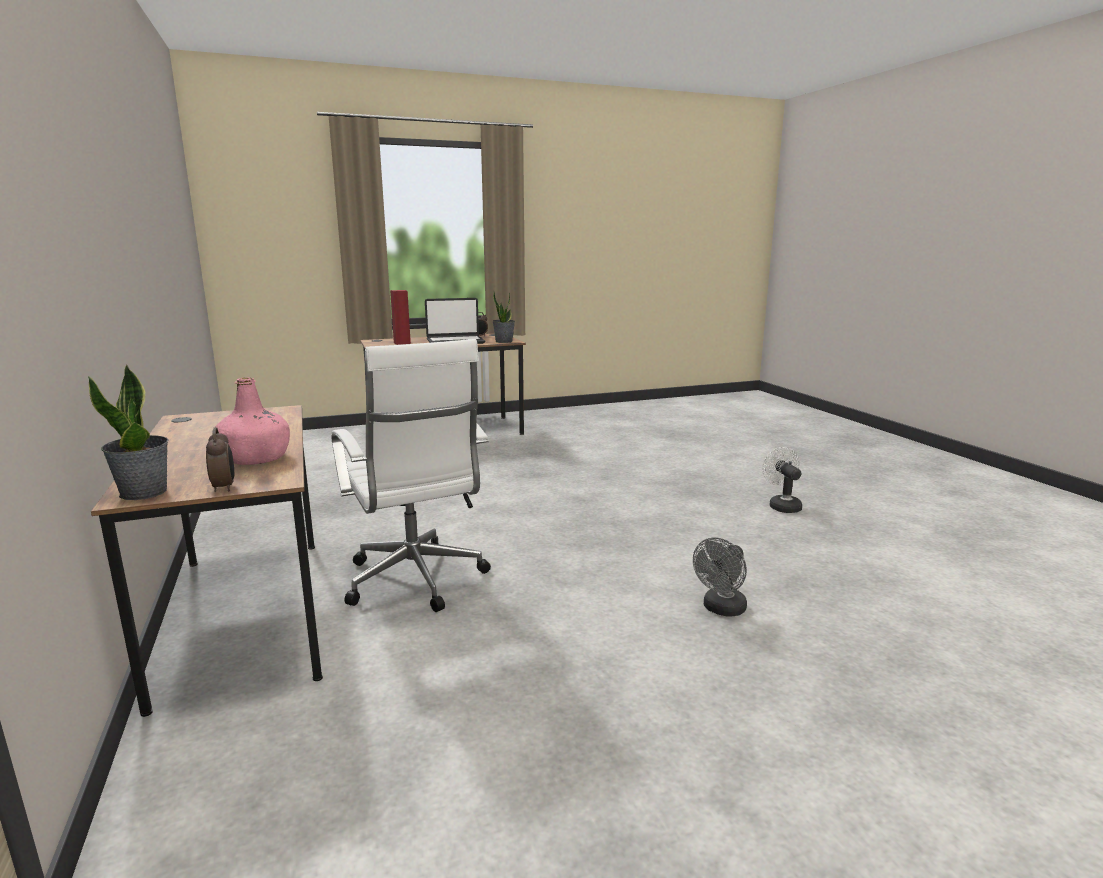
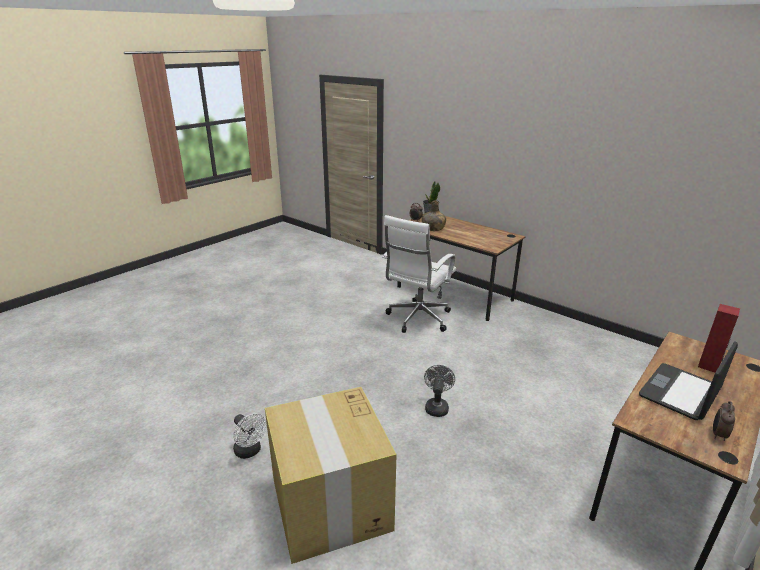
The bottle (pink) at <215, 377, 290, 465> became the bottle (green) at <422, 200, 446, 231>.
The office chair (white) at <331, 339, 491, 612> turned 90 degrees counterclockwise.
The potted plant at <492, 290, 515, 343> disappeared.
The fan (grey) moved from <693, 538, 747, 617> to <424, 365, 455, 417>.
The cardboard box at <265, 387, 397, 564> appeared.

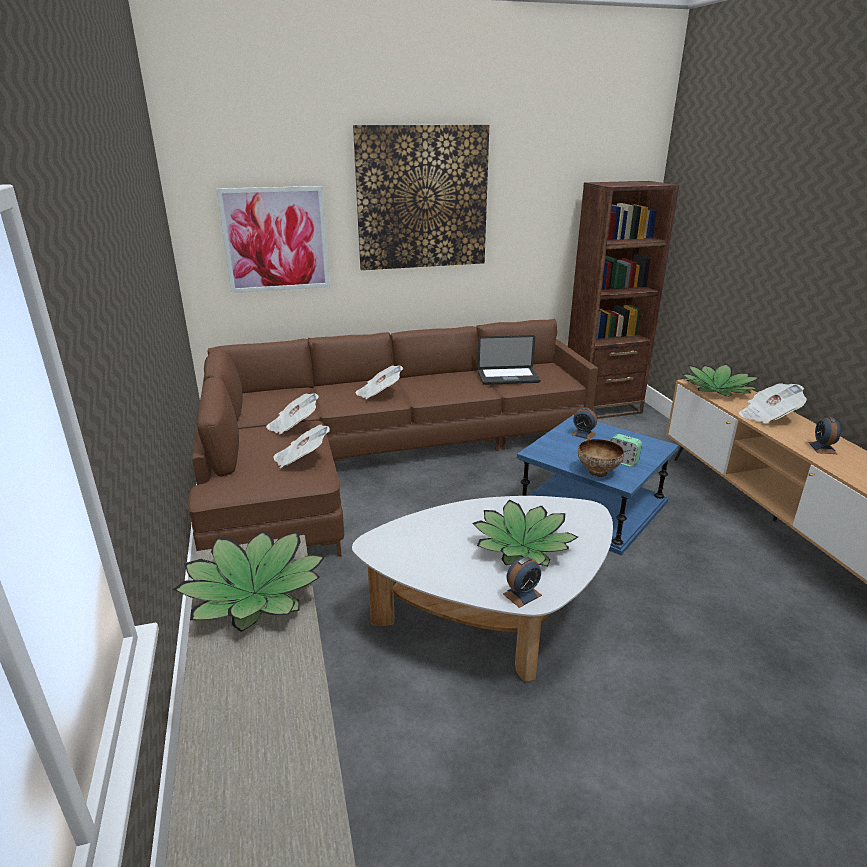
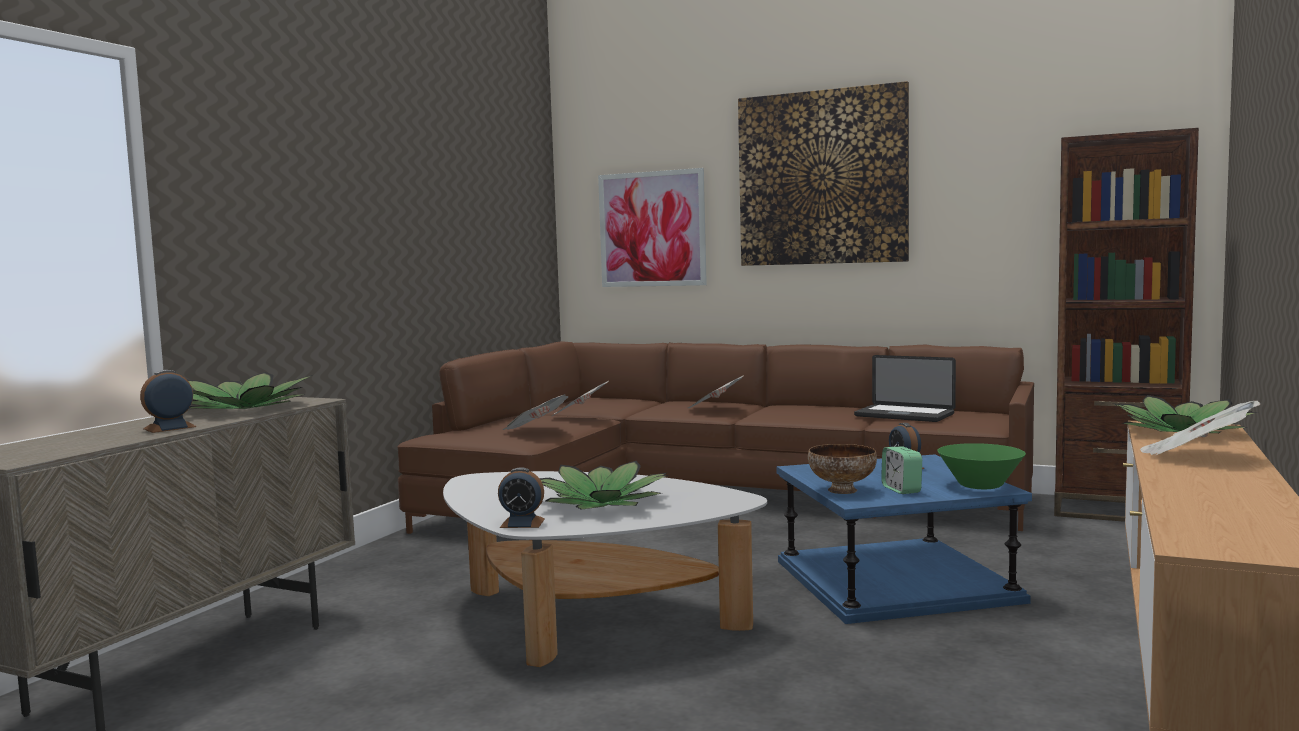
The alarm clock moved from <808, 417, 841, 454> to <140, 370, 197, 433>.
The bowl (green) at <937, 443, 1026, 489> appeared.

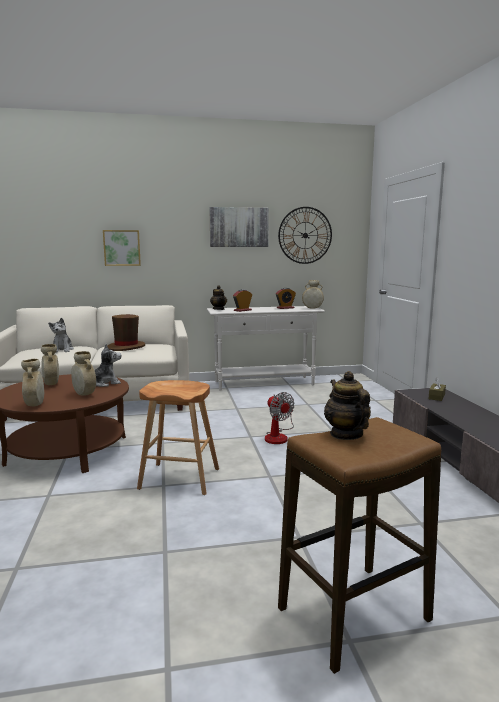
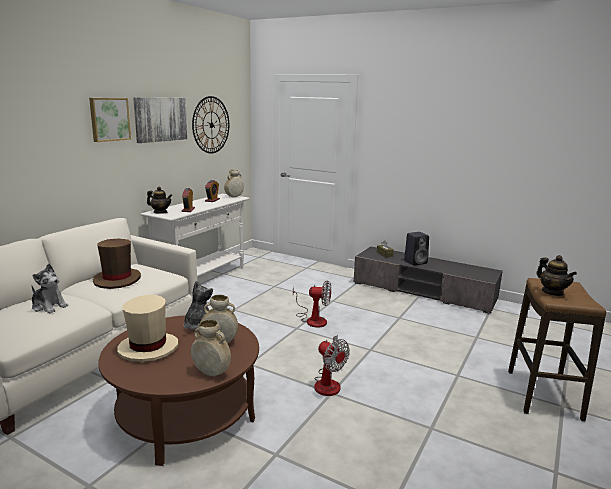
The vase (beige) at <41, 344, 59, 385> was replaced by the hat (beige) at <117, 295, 178, 362>.
The picture moved from <103, 230, 141, 266> to <89, 98, 131, 142>.
The stool (brown) at <137, 380, 219, 495> was replaced by the fan at <315, 335, 350, 396>.
The teapot at <324, 371, 371, 440> turned 135 degrees counterclockwise.
The speaker (black) at <404, 232, 429, 265> appeared.

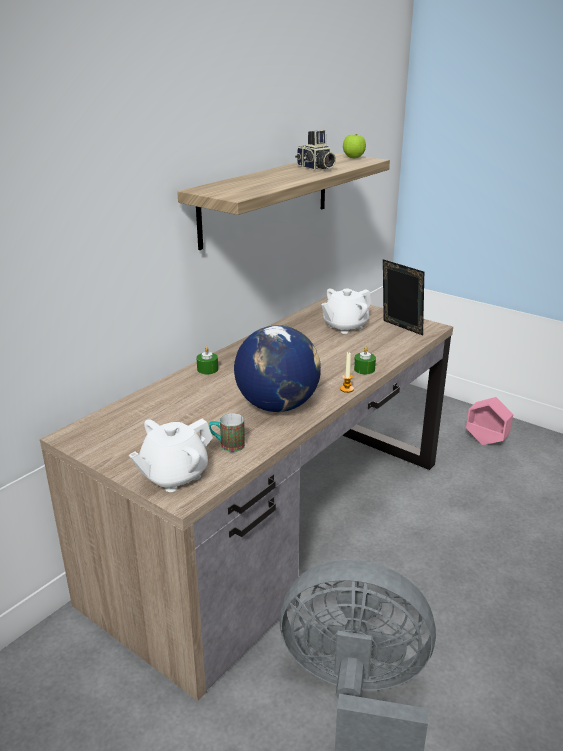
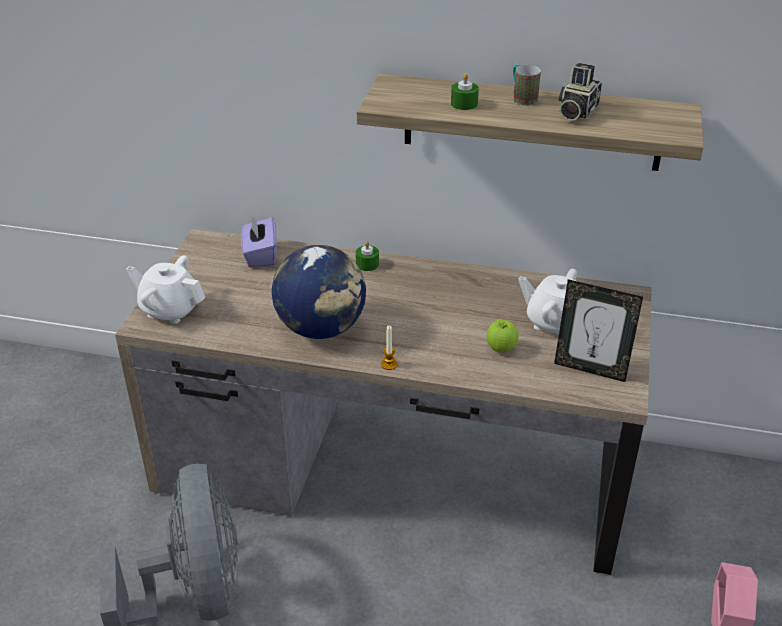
The mug moved from <209, 413, 245, 452> to <513, 65, 541, 106>.
The apple moved from <343, 134, 366, 158> to <487, 320, 518, 353>.
The candle (green) moved from <354, 347, 376, 374> to <451, 73, 479, 110>.
The picture frame at <383, 259, 424, 336> turned 90 degrees clockwise.
The tissue box (purple) at <241, 215, 277, 268> appeared.

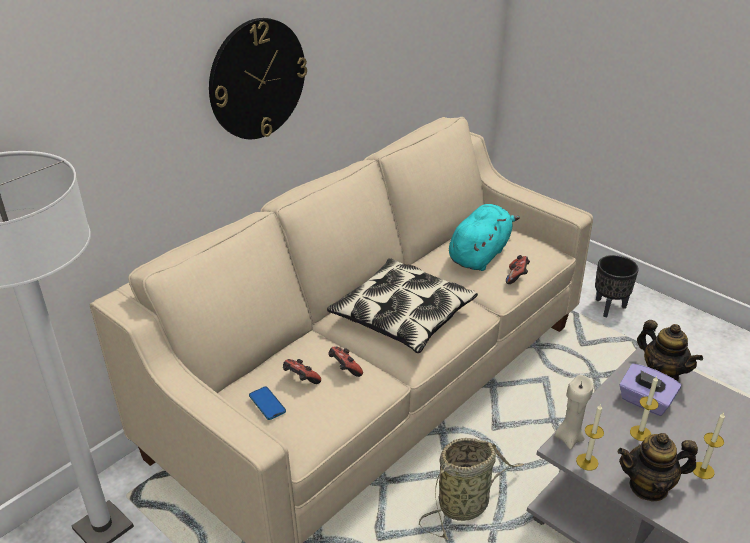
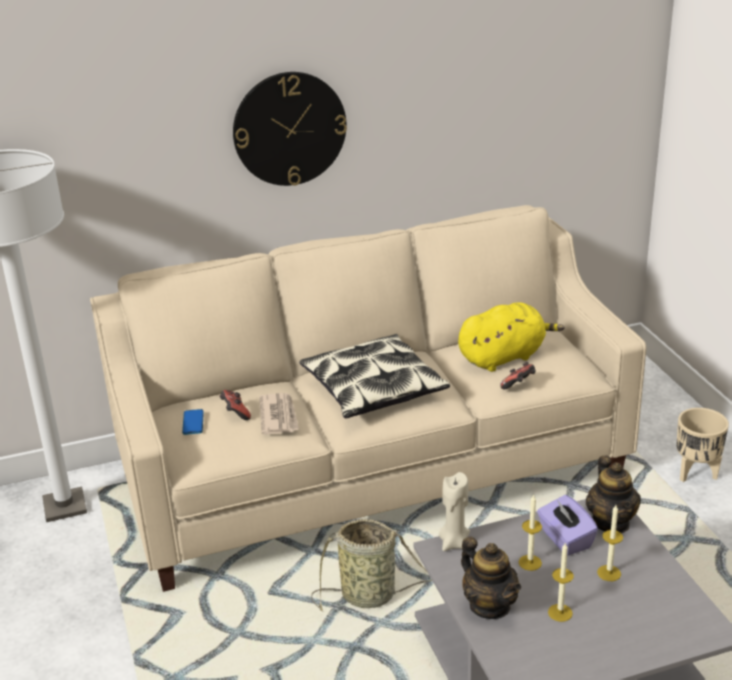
The game controller at <328, 346, 363, 377> was replaced by the newspaper at <259, 393, 299, 434>.
The plush toy (turquoise) at <449, 204, 520, 271> became the plush toy (yellow) at <458, 302, 564, 372>.
The candle moved from <576, 404, 604, 471> to <597, 505, 623, 581>.
The planter (black) at <595, 255, 639, 317> became the planter (beige) at <676, 408, 729, 482>.
The teapot at <618, 433, 698, 502> turned 150 degrees counterclockwise.

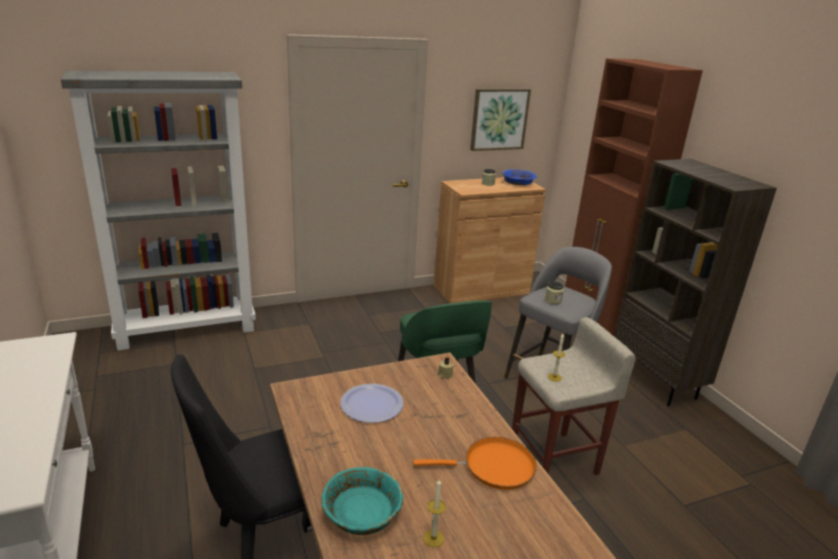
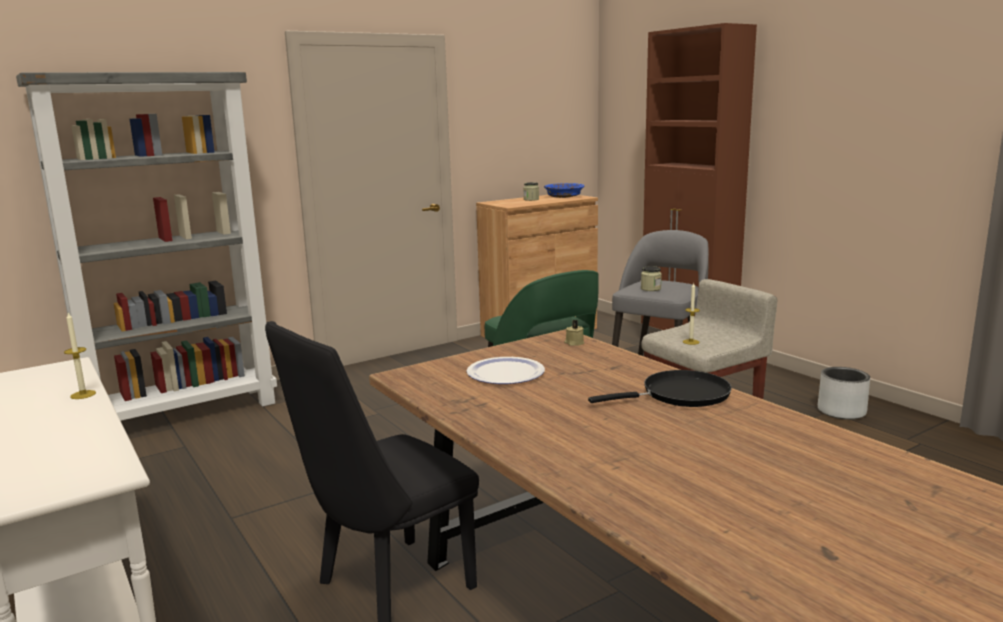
The bowl (turquoise) at <321, 467, 403, 535> disappeared.
The frying pan (orange) at <413, 437, 537, 490> became the frying pan (black) at <588, 370, 732, 407>.
The candle moved from <423, 478, 446, 547> to <64, 313, 96, 399>.
The picture at <470, 89, 531, 151> disappeared.
The bookcase (brown) at <614, 159, 777, 407> disappeared.
The planter (grey) at <818, 367, 870, 420> appeared.

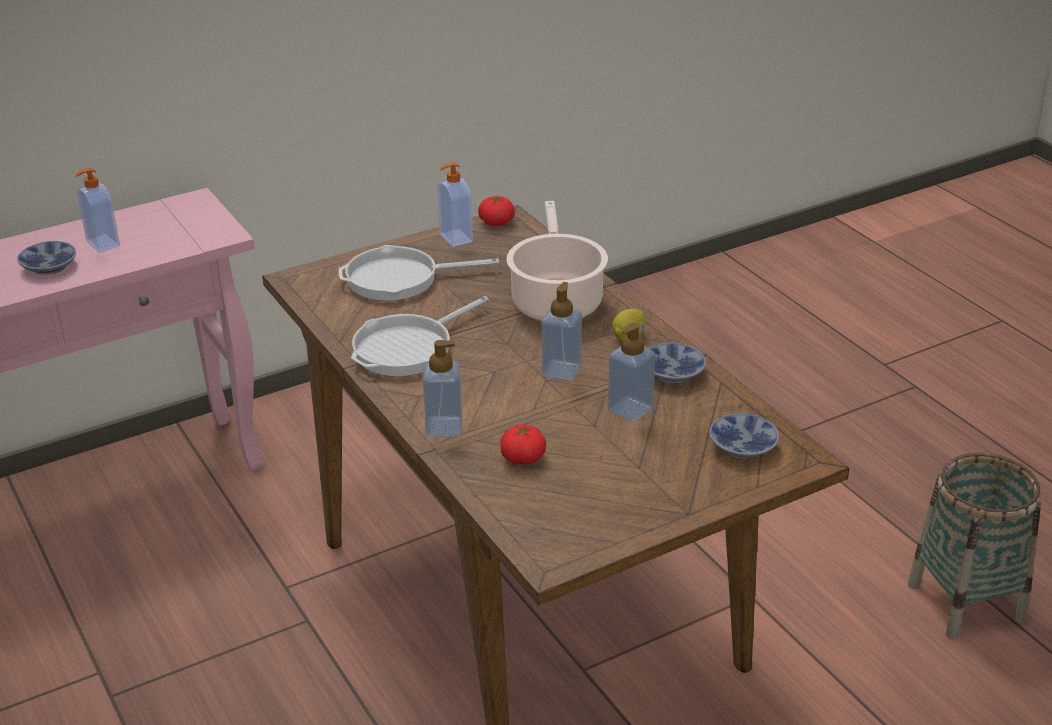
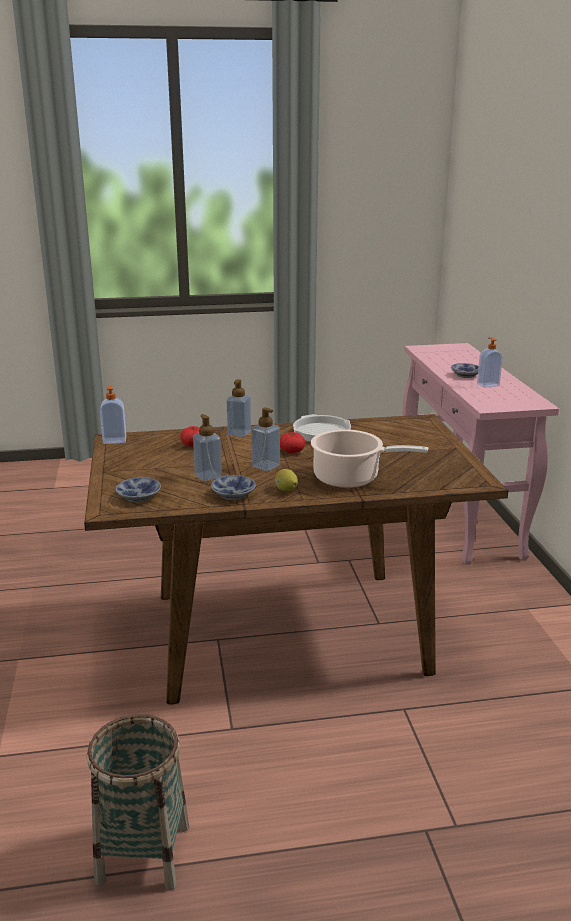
The frying pan at <339, 245, 499, 301> disappeared.
The soap dispenser moved from <437, 162, 473, 247> to <100, 385, 126, 444>.
The tomato moved from <478, 196, 515, 226> to <280, 432, 305, 453>.

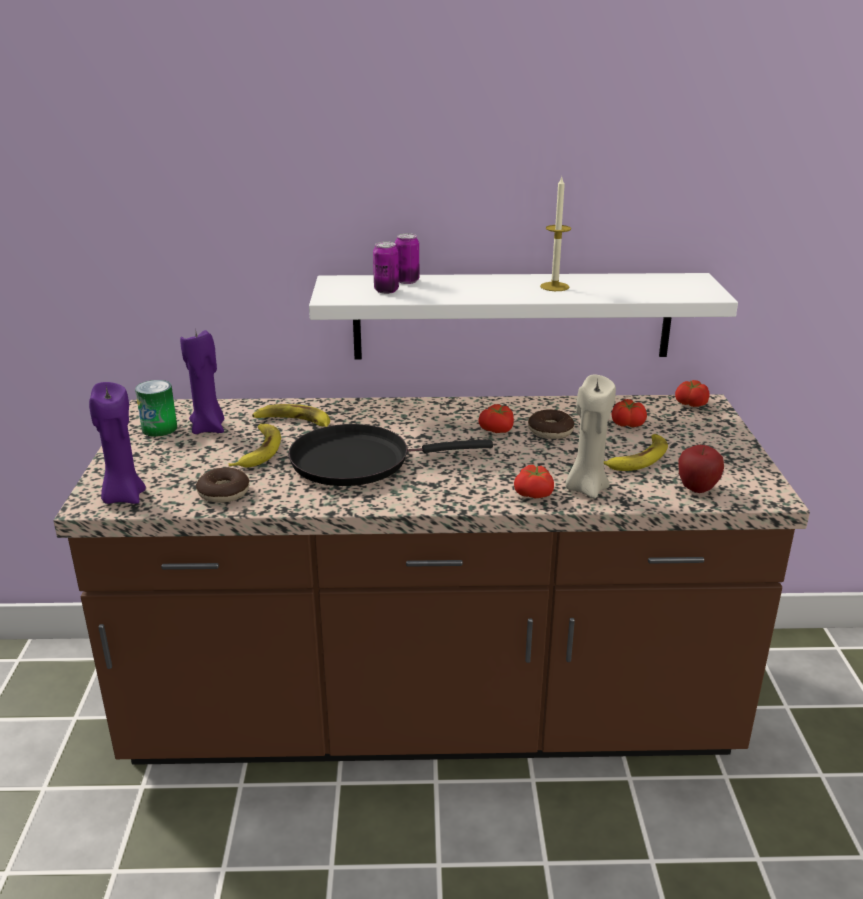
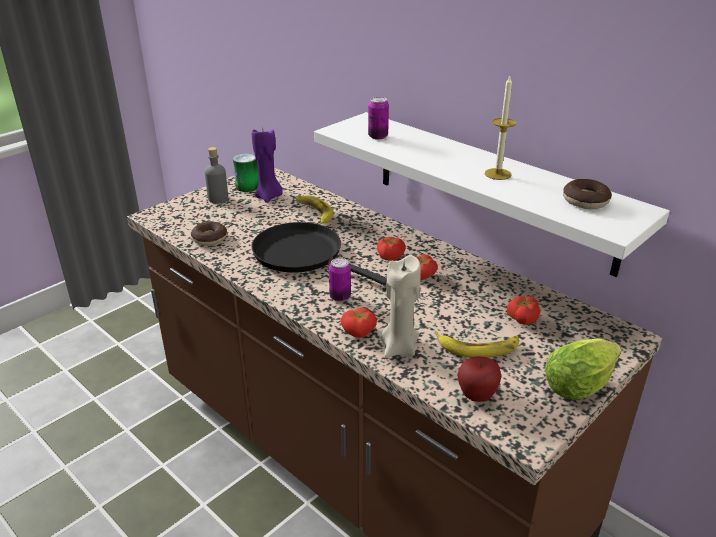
The candle (purple) at <89, 382, 146, 504> disappeared.
The banana at <229, 424, 281, 468> disappeared.
The can moved from <395, 233, 419, 284> to <329, 258, 351, 302>.
The donut moved from <528, 410, 574, 439> to <563, 179, 612, 209>.
The tomato moved from <675, 380, 709, 407> to <377, 237, 405, 261>.
The bottle (grey) at <205, 147, 228, 203> appeared.
The lettuce at <544, 338, 621, 400> appeared.

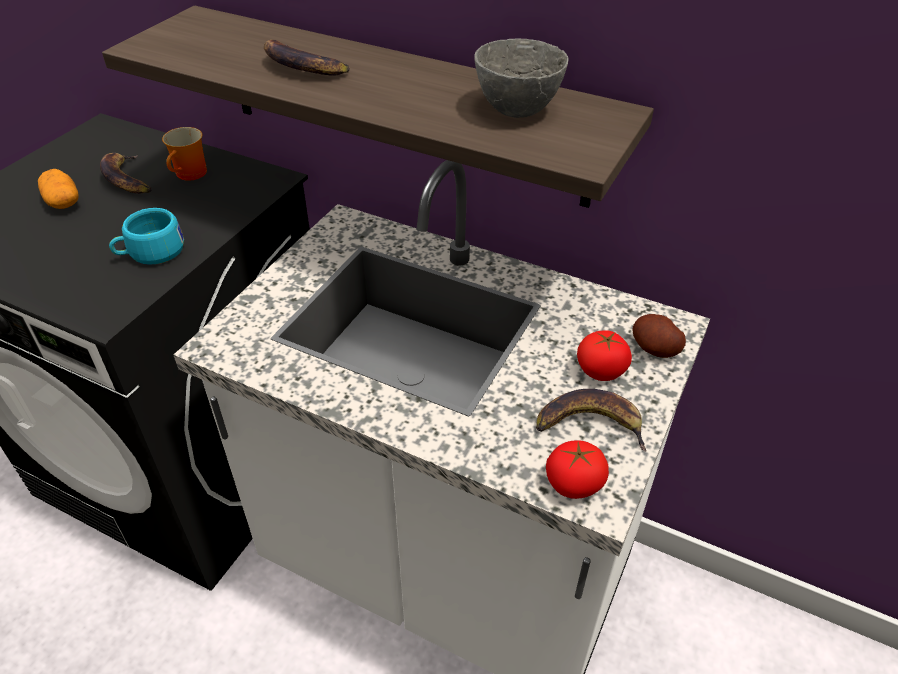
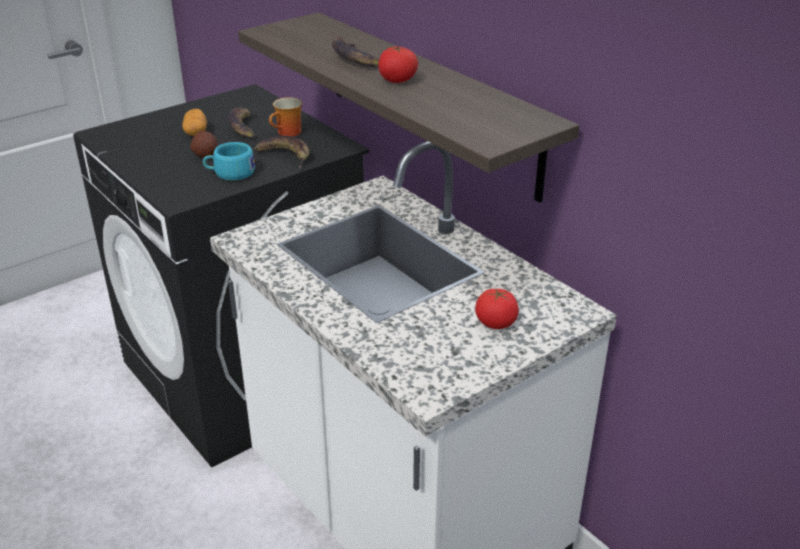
The bowl (grey) at <474, 38, 568, 118> disappeared.
The banana moved from <536, 389, 646, 451> to <254, 135, 310, 169>.
The tomato moved from <546, 440, 609, 499> to <378, 46, 418, 83>.
The potato moved from <632, 314, 686, 358> to <190, 131, 217, 158>.

